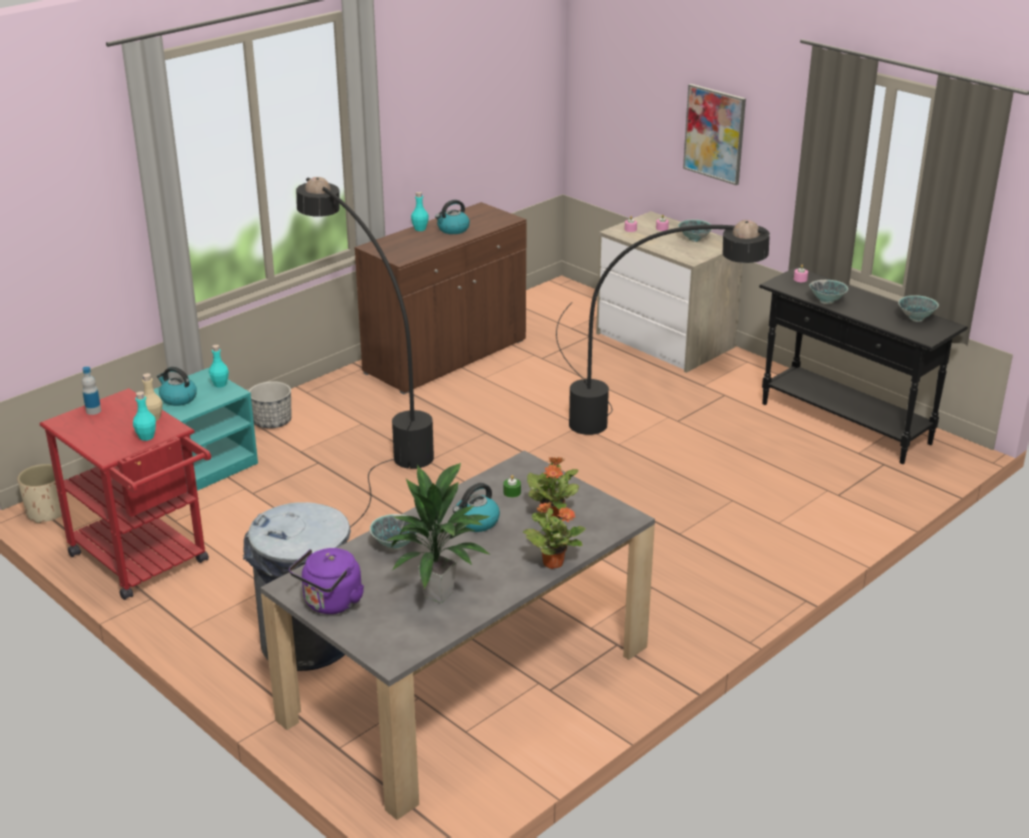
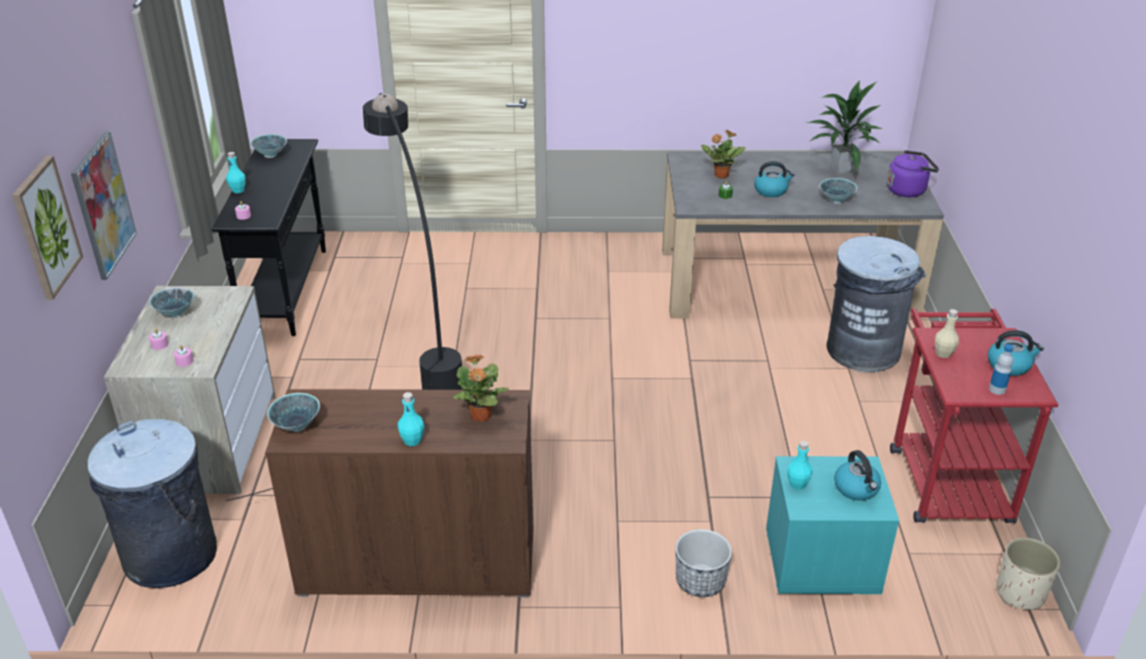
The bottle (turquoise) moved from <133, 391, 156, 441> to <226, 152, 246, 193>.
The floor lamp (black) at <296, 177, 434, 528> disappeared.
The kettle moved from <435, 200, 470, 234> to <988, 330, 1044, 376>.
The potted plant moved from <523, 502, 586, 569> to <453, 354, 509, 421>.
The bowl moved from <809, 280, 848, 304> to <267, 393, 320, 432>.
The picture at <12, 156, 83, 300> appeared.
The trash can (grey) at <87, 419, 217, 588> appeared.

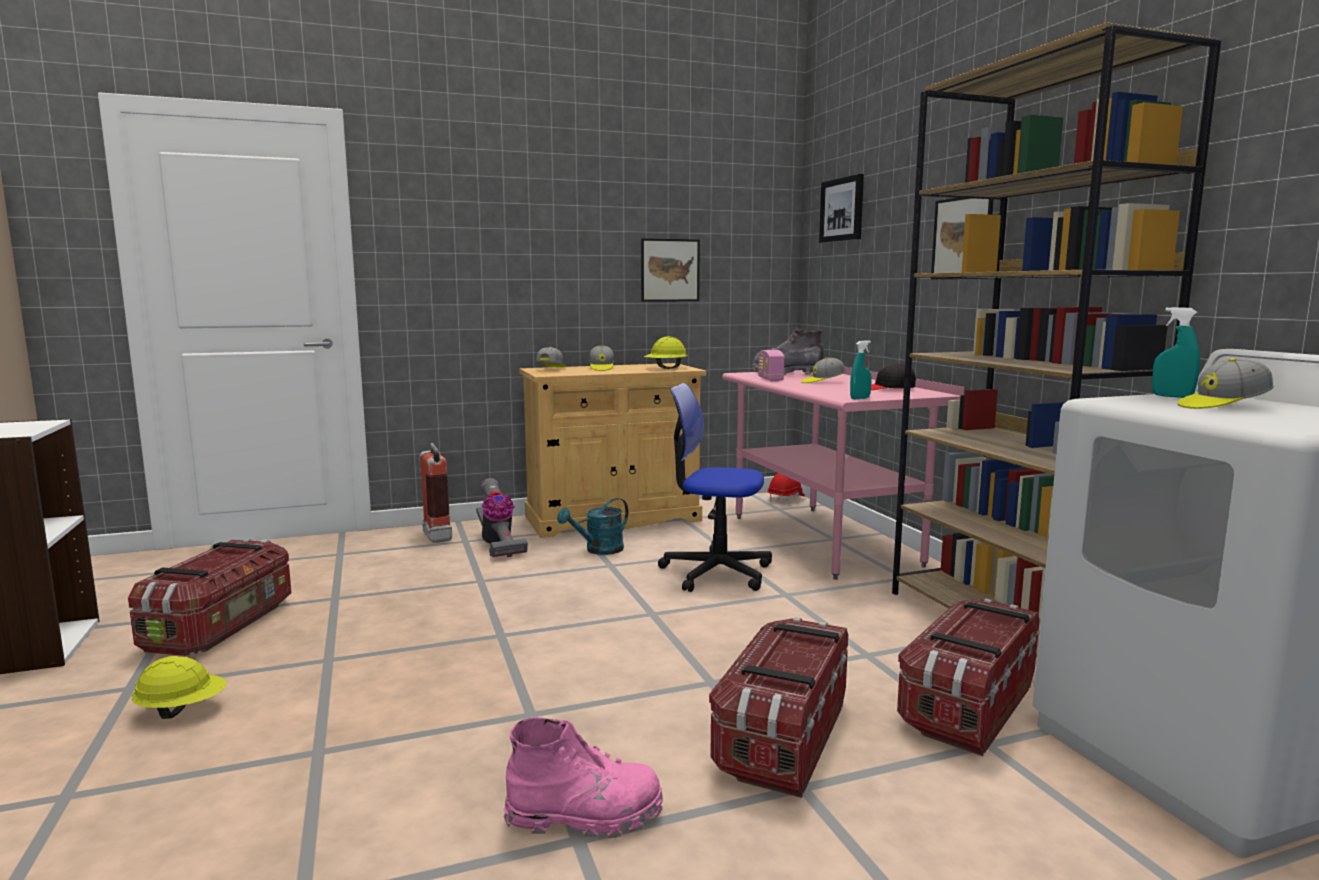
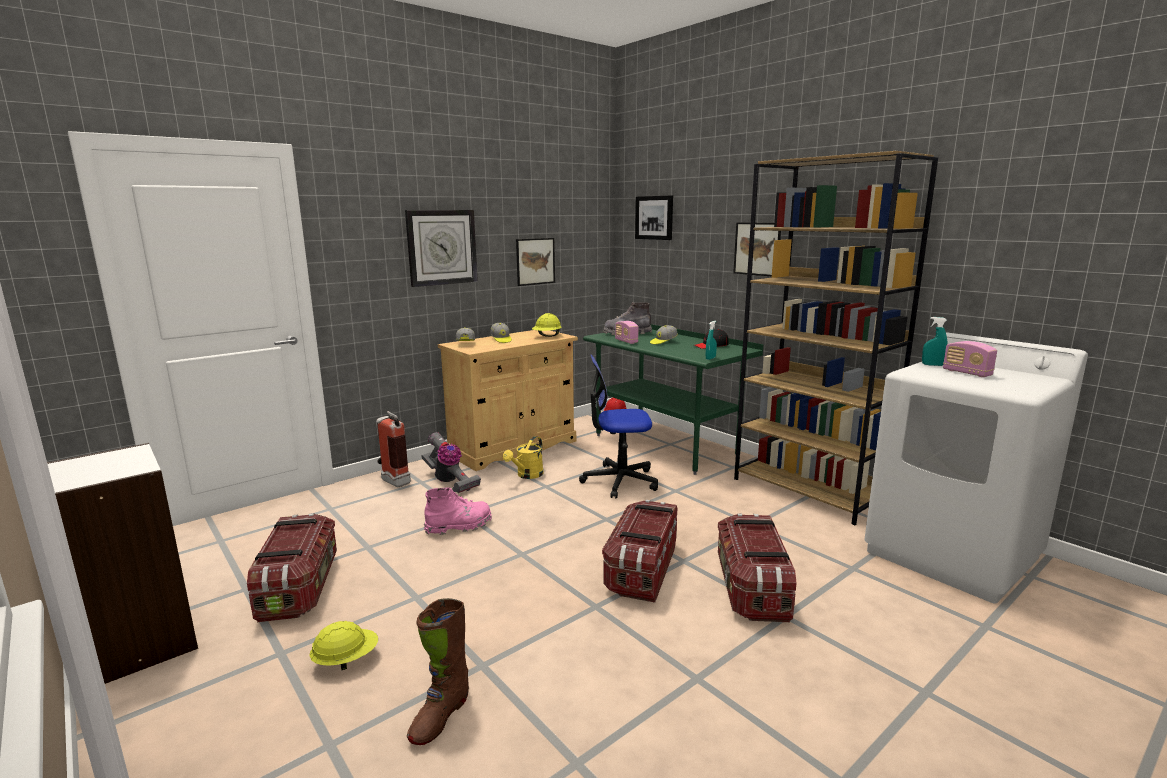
The boot (pink) moved from <504, 717, 663, 838> to <424, 487, 492, 535>.
The watering can (turquoise) at <557, 498, 628, 555> became the watering can (yellow) at <503, 436, 544, 479>.
The desk (pink) at <722, 367, 964, 580> became the desk (green) at <583, 324, 763, 475>.
The storage box moved from <897, 598, 1040, 756> to <602, 500, 677, 603>.
The cap at <1178, 358, 1274, 409> was replaced by the radio at <943, 341, 997, 377>.
The wall clock at <405, 210, 478, 287> appeared.
The boot (brown) at <407, 598, 469, 745> appeared.

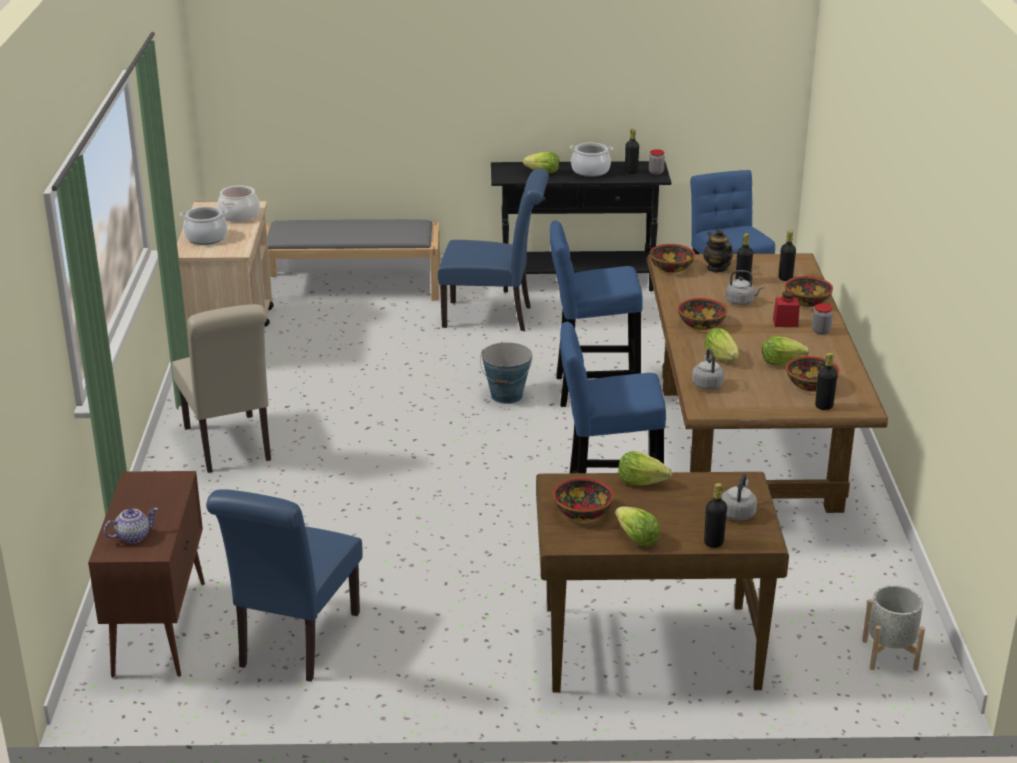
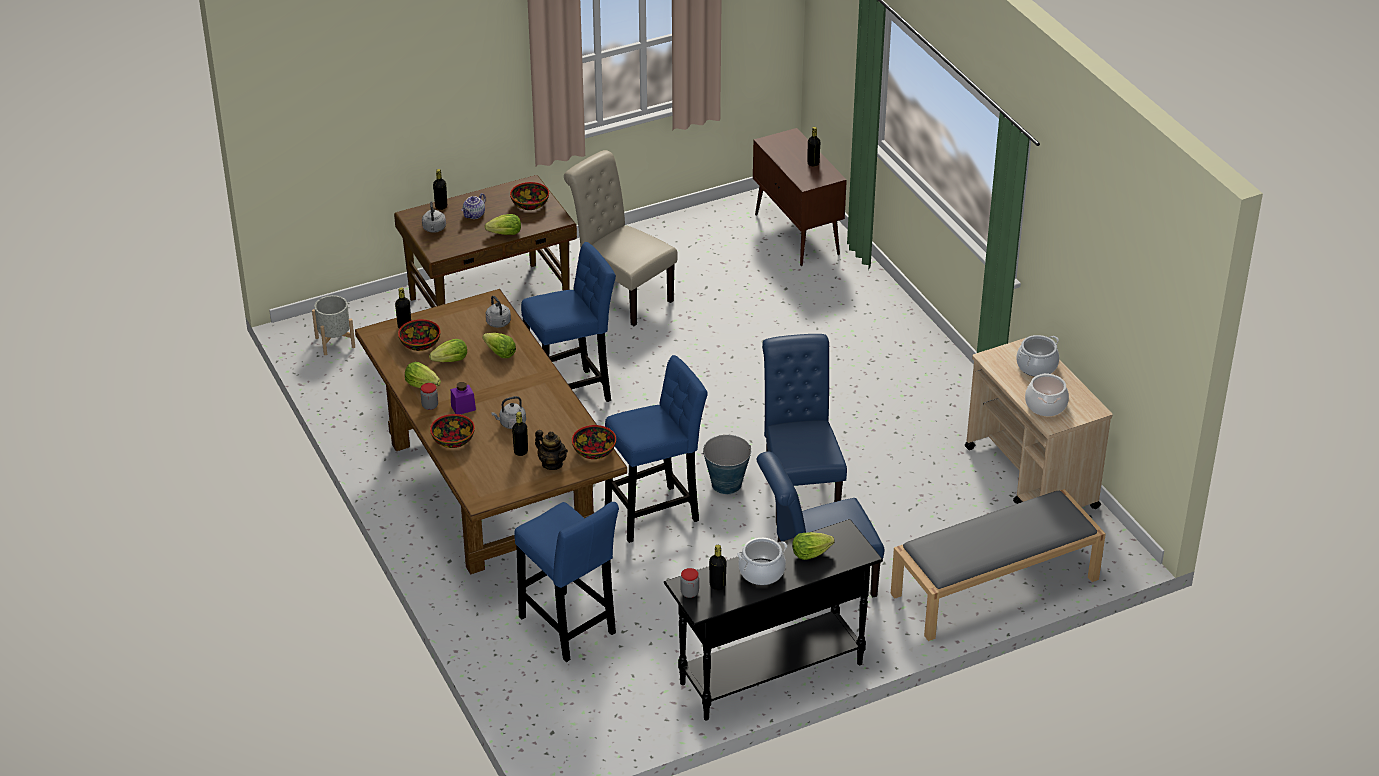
The teapot moved from <104, 507, 158, 543> to <461, 193, 486, 219>.
The chair (beige) moved from <172, 304, 271, 473> to <564, 150, 678, 326>.
The chair (blue) moved from <206, 489, 363, 682> to <762, 334, 847, 525>.
The lettuce moved from <615, 507, 660, 546> to <405, 362, 441, 388>.
The bowl at <678, 298, 727, 330> disappeared.
The jar (red) at <773, 291, 799, 327> became the jar (purple) at <451, 382, 476, 414>.
The bottle (black) moved from <779, 230, 796, 281> to <807, 127, 821, 167>.

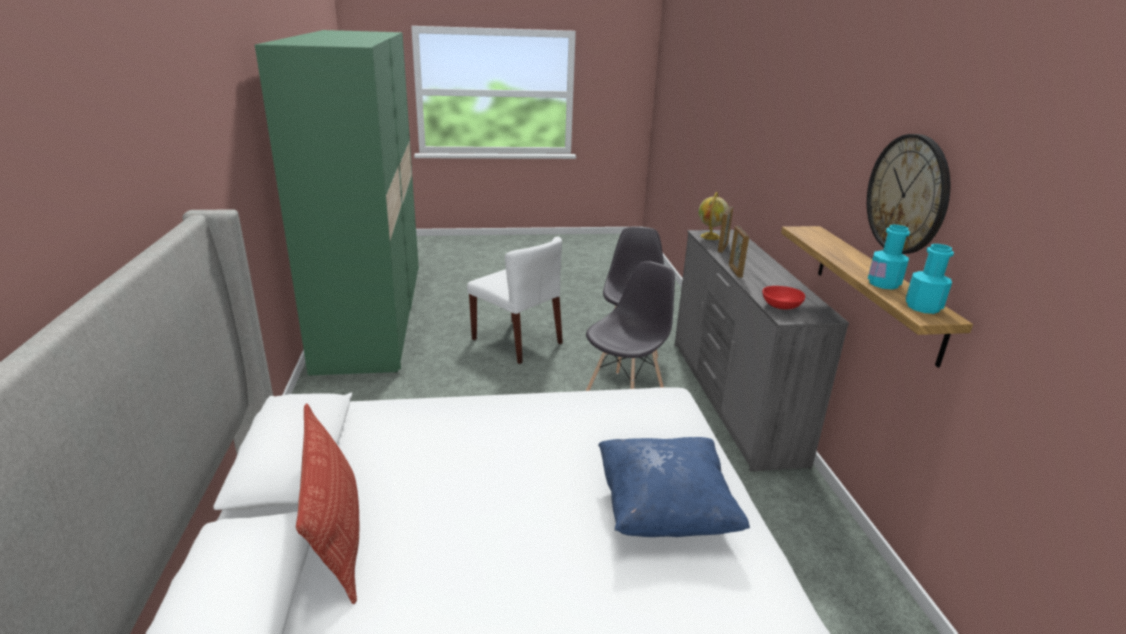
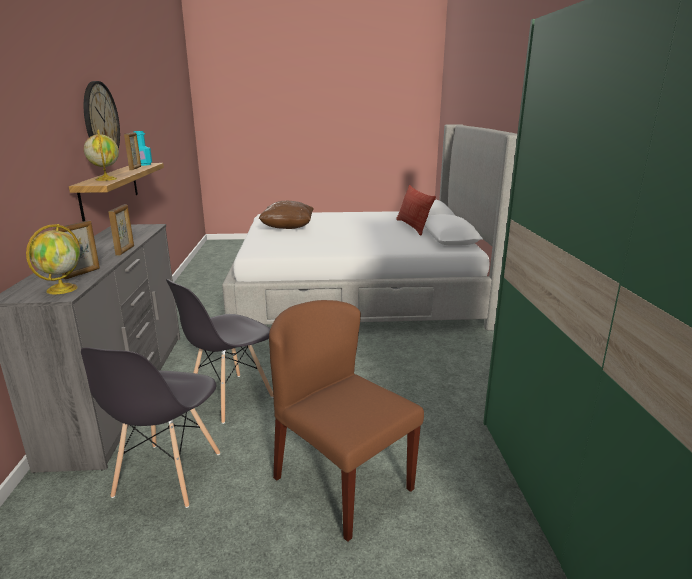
The chair (white) at <467, 237, 563, 364> became the chair (brown) at <269, 300, 424, 542>.
The pillow (blue) at <598, 437, 750, 537> became the pillow (brown) at <258, 201, 314, 229>.
The bowl (red) at <762, 286, 805, 309> disappeared.
The bottle (turquoise) at <868, 224, 910, 289> was replaced by the picture frame at <124, 132, 141, 170>.
The globe at <84, 130, 119, 181> appeared.

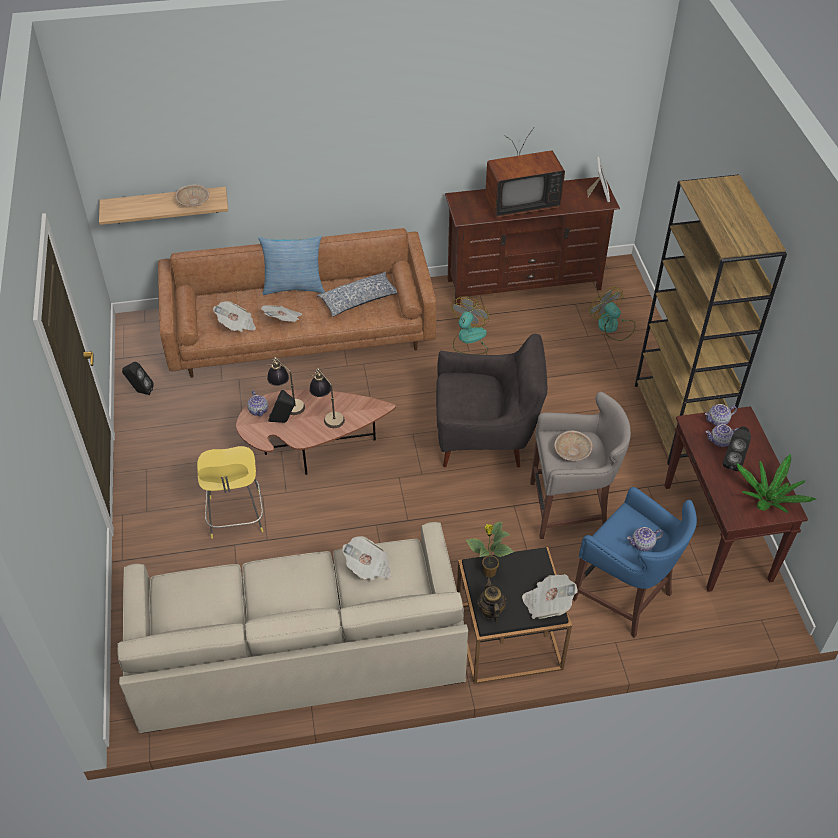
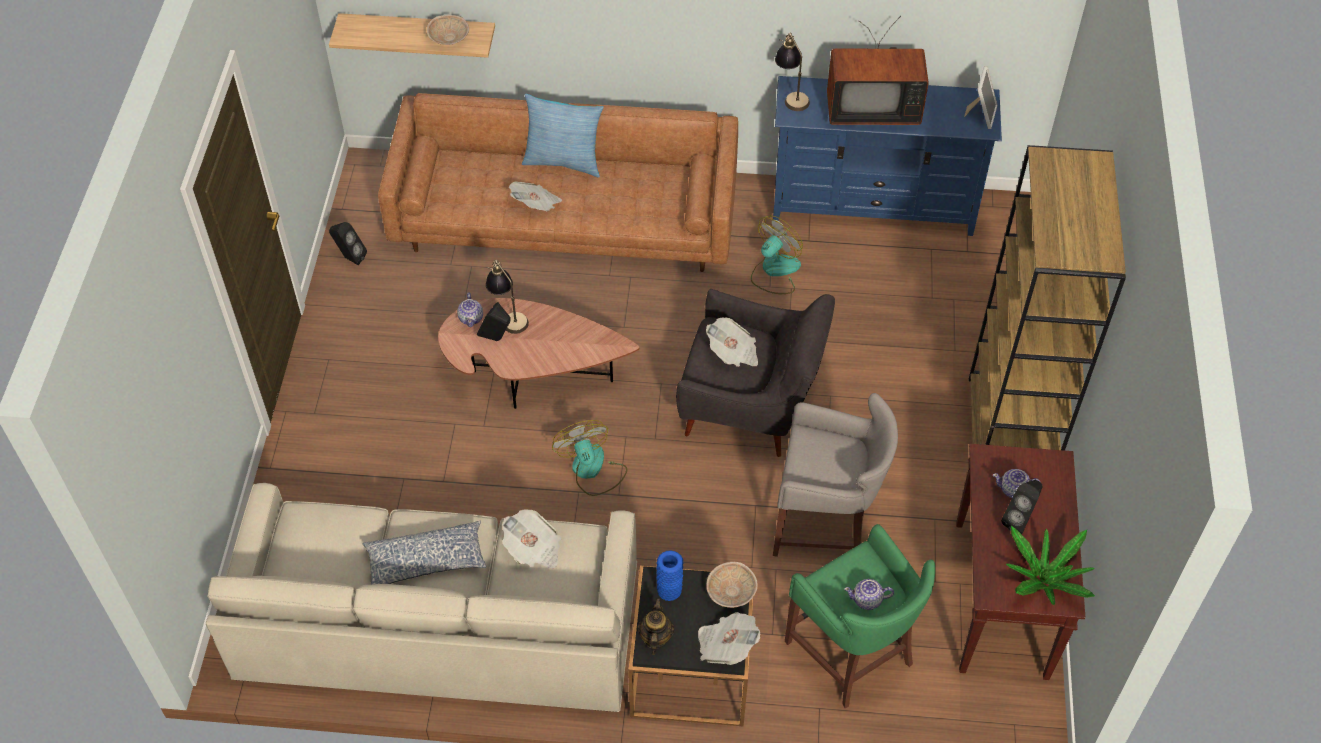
The stool (yellow) at <197, 446, 263, 539> disappeared.
The newspaper moved from <213, 301, 256, 332> to <706, 317, 758, 367>.
The table lamp moved from <309, 368, 345, 428> to <775, 33, 810, 111>.
The pillow moved from <317, 271, 397, 317> to <362, 521, 486, 585>.
The tv stand (brown) at <445, 177, 620, 306> became the tv stand (blue) at <773, 76, 1002, 236>.
The potted plant at <465, 521, 514, 577> was replaced by the vase (blue) at <656, 550, 684, 601>.
The bowl (beige) moved from <554, 431, 593, 461> to <706, 562, 758, 608>.
The stool (blue) at <573, 487, 697, 638> became the stool (green) at <785, 524, 935, 708>.
The fan moved from <589, 287, 635, 341> to <552, 420, 627, 496>.
The teapot at <705, 404, 737, 426> disappeared.

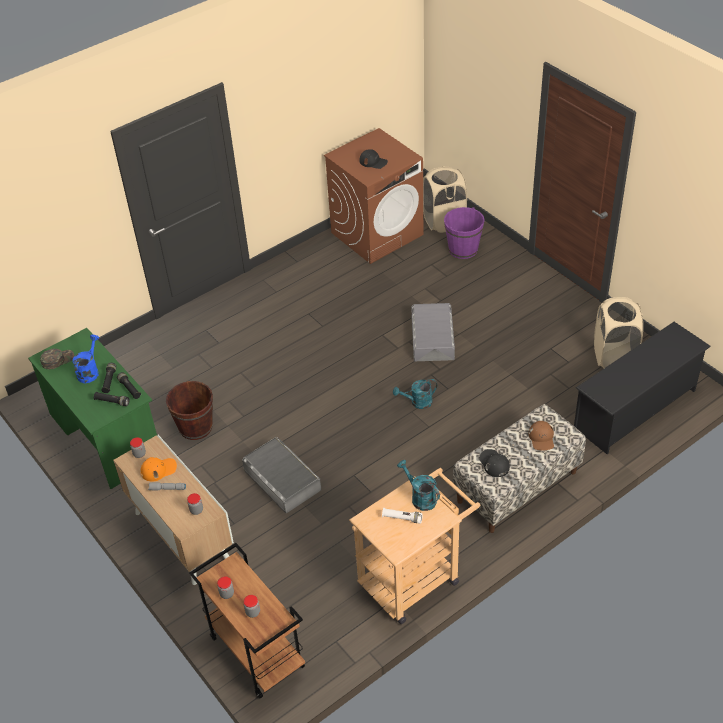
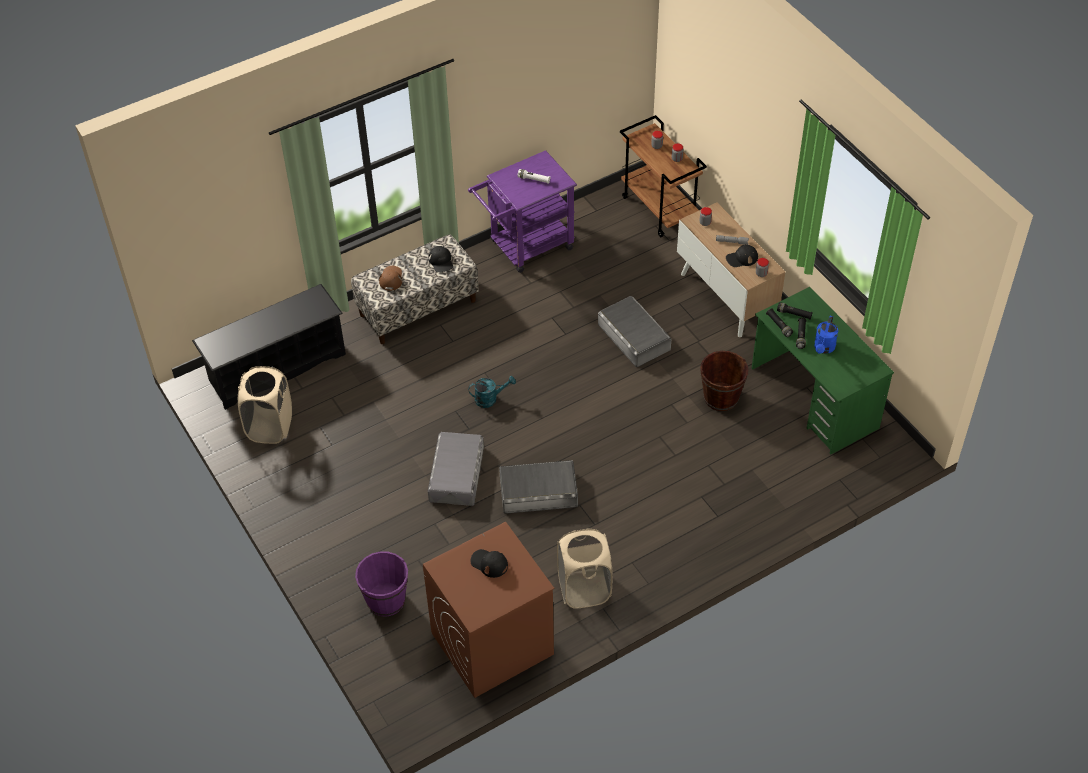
The cap (green) at <40, 349, 74, 369> disappeared.
The cap (orange) at <141, 457, 177, 481> became the cap (black) at <726, 245, 758, 267>.
The cart (beige) at <349, 468, 480, 624> became the cart (purple) at <468, 150, 577, 273>.
The watering can (turquoise) at <397, 460, 440, 511> disappeared.
The laundry basket (beige) moved from <423, 166, 467, 233> to <557, 528, 613, 609>.
The storage box (grey) at <499, 460, 578, 514> appeared.

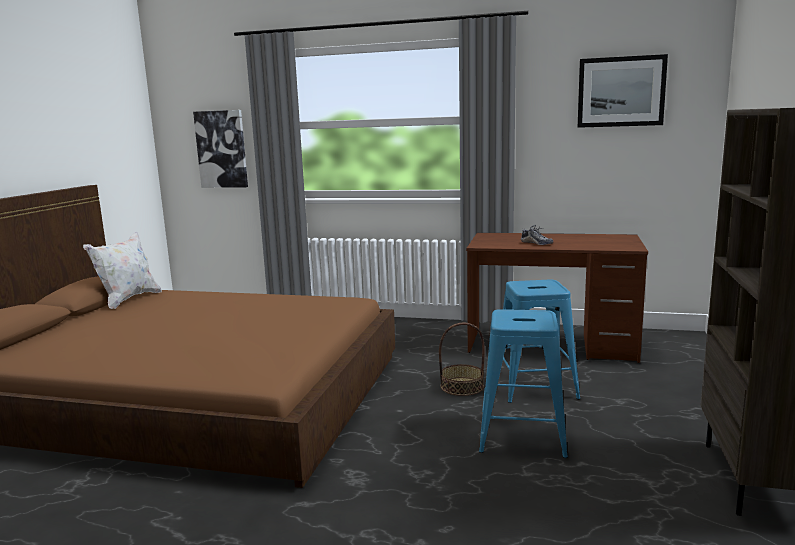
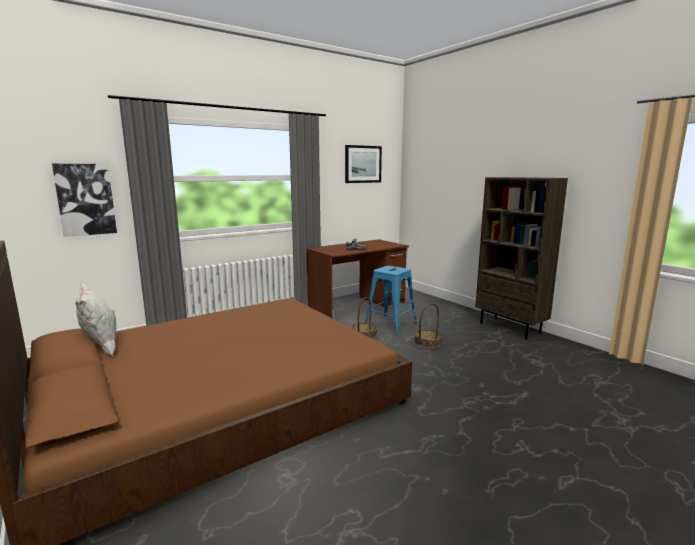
The stool (blue) at <479, 309, 568, 458> was replaced by the basket at <415, 303, 442, 349>.

